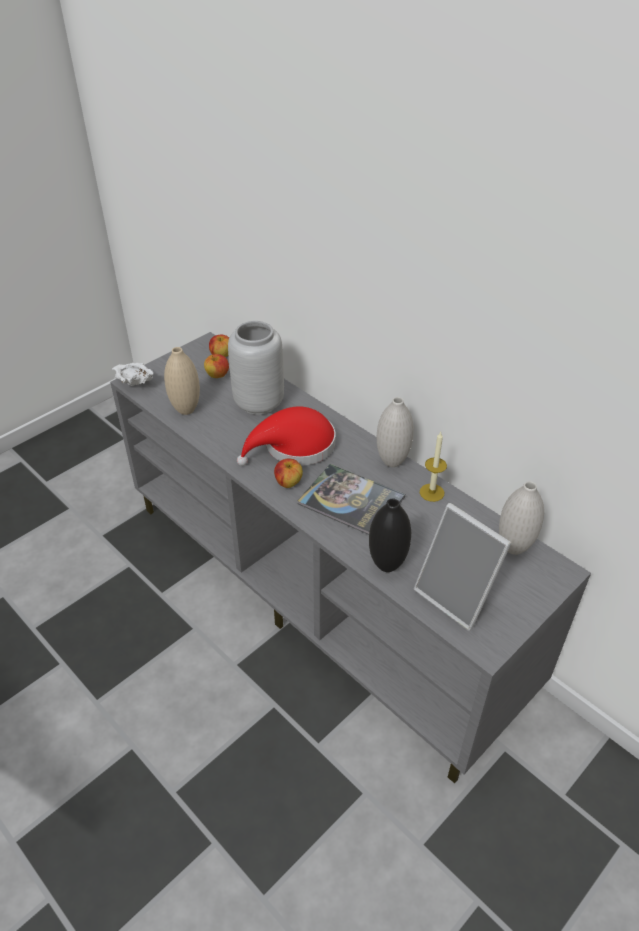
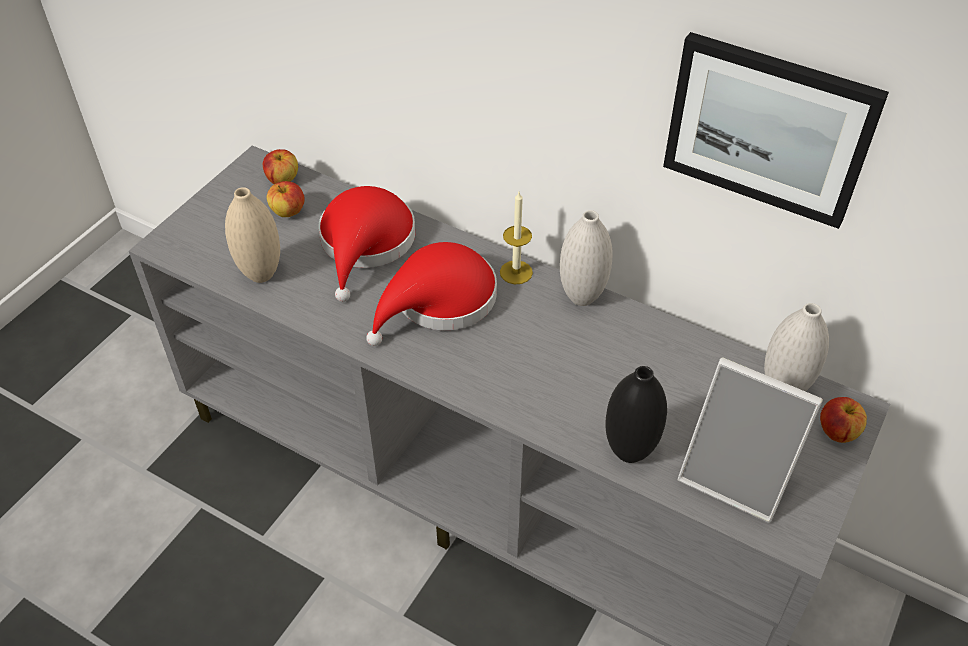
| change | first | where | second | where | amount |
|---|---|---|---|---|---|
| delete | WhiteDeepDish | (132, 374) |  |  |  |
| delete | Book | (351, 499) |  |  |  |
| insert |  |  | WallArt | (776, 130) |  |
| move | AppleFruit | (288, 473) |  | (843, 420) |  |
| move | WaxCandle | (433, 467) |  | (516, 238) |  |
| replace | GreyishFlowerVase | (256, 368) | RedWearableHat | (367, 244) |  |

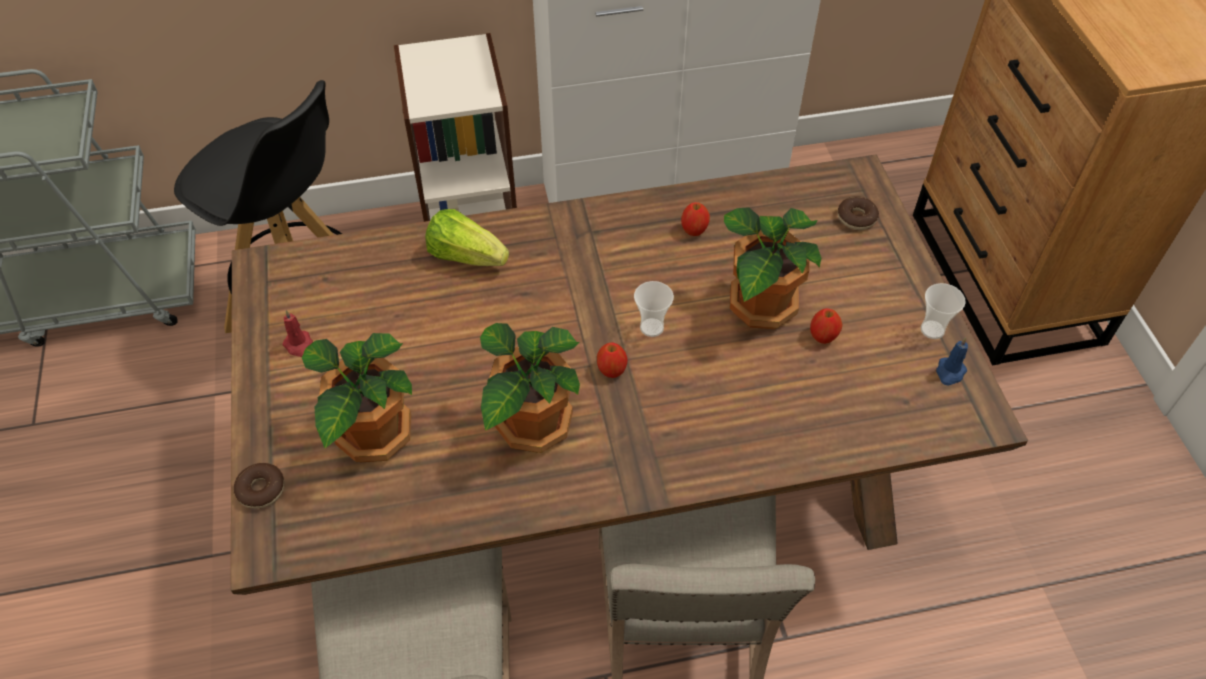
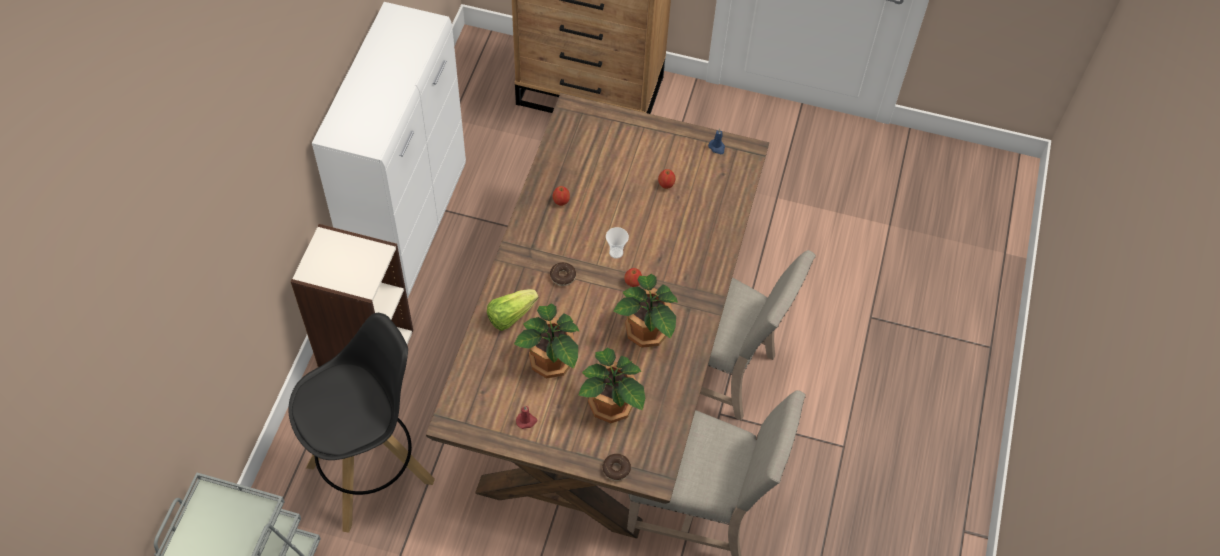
| change | first | where | second | where | amount |
|---|---|---|---|---|---|
| delete | SmallCup | (943, 311) |  |  |  |
| move | PottedPlant | (772, 268) |  | (547, 341) |  |
| move | Doughnut | (858, 213) |  | (563, 274) |  |

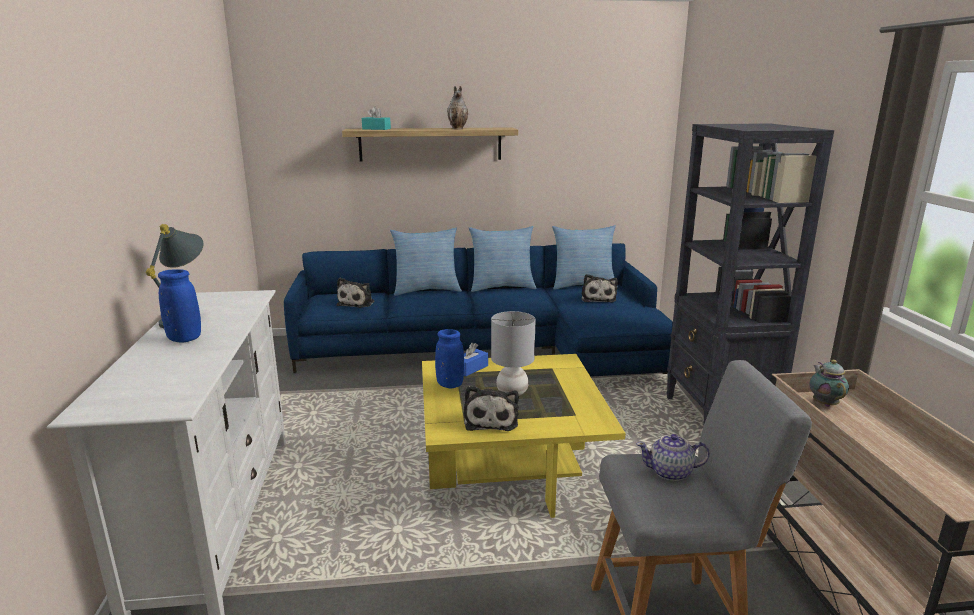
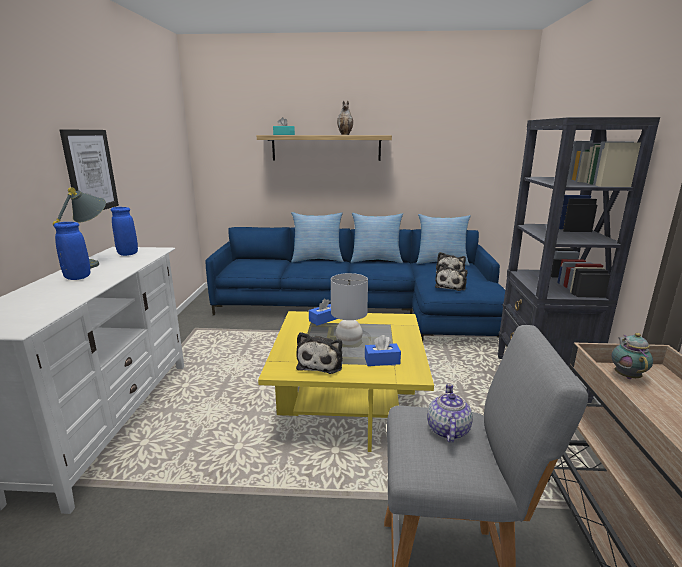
| change | first | where | second | where | amount |
|---|---|---|---|---|---|
| insert |  |  | WallArt | (89, 169) |  |
| insert |  |  | BluishBoxOfTissues | (383, 350) |  |
| move | PlushToy | (355, 292) |  | (451, 277) |  |
| move | BluishFlowerVase | (449, 358) |  | (124, 231) |  |
| rotate | Teapot | (673, 457) |  | (450, 413) | 90 degrees clockwise |

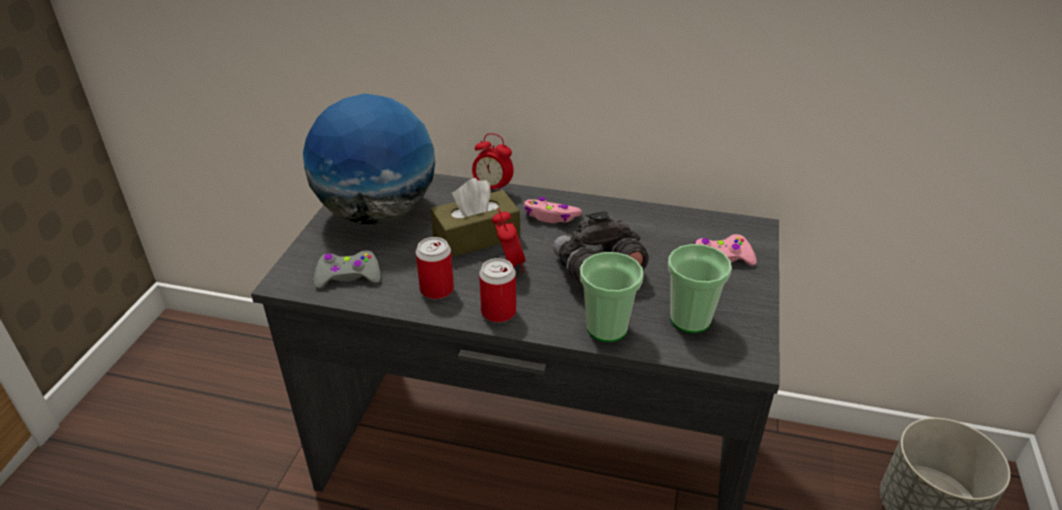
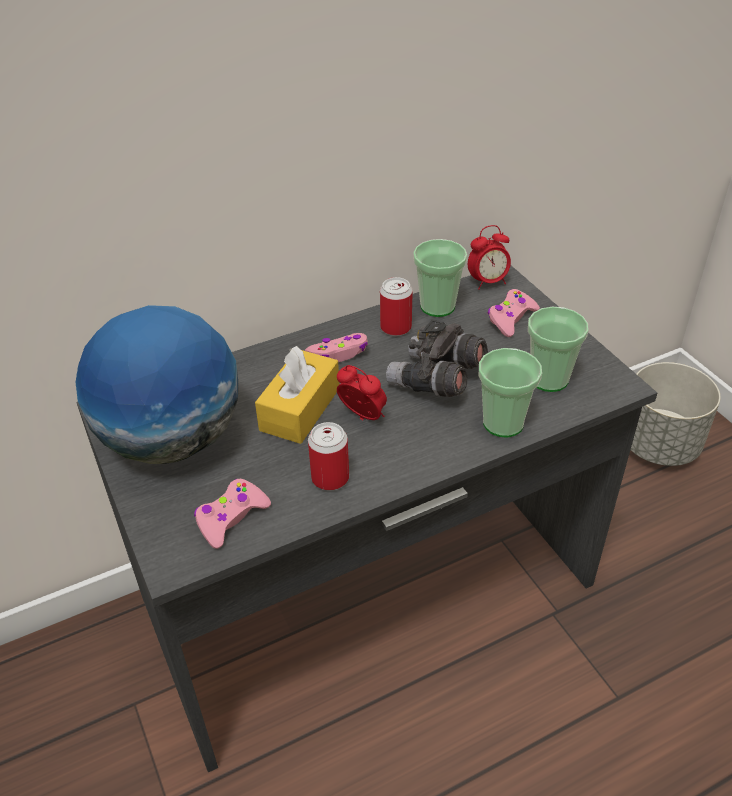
| change | first | where | second | where | amount |
|---|---|---|---|---|---|
| insert |  |  | SmallCup | (440, 278) |  |
| move | AlarmClock | (493, 162) |  | (489, 257) |  |
| move | MetalCan | (497, 290) |  | (396, 306) |  |
| recolor | GreyishGameController | (347, 270) | PinkGameController | (232, 514) |  |
| recolor | BrownColouredBoxOfTissues | (475, 217) | YellowishBoxOfTissues | (297, 395) |  |

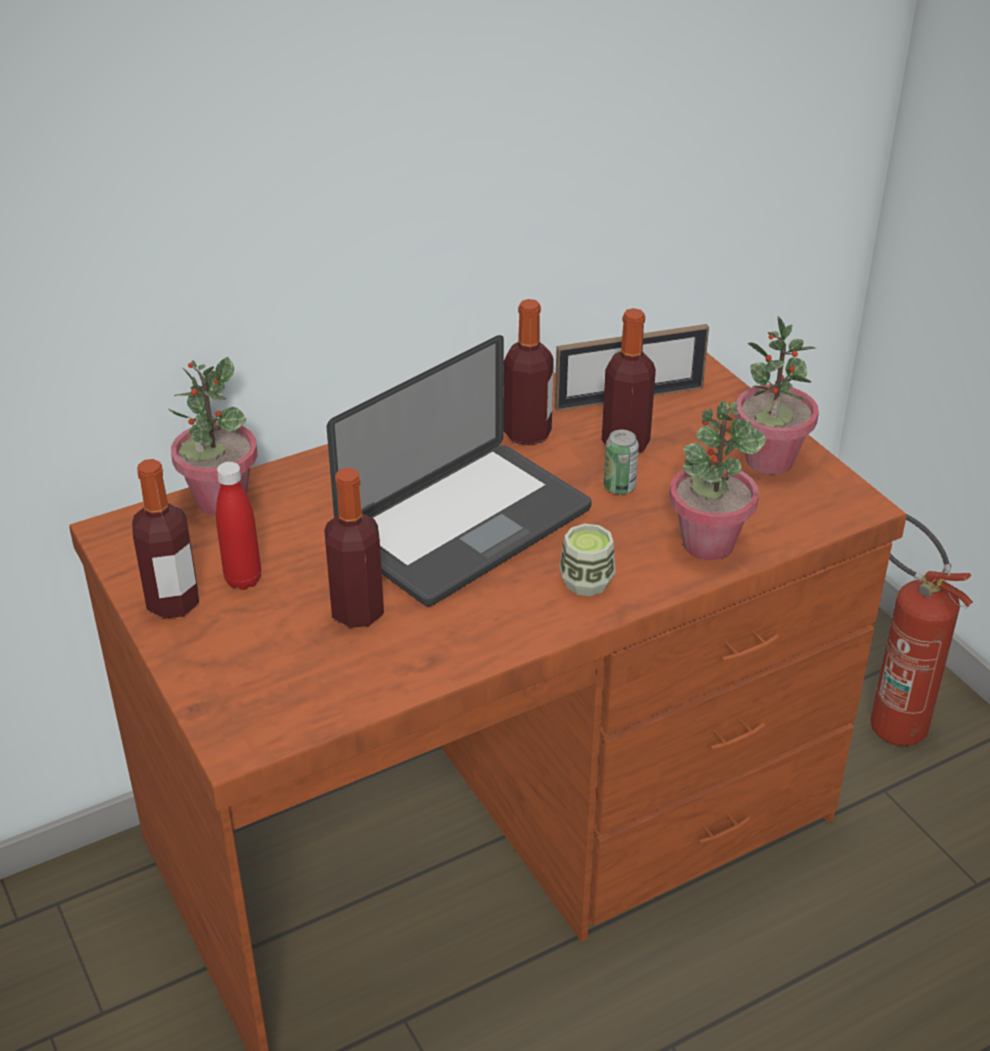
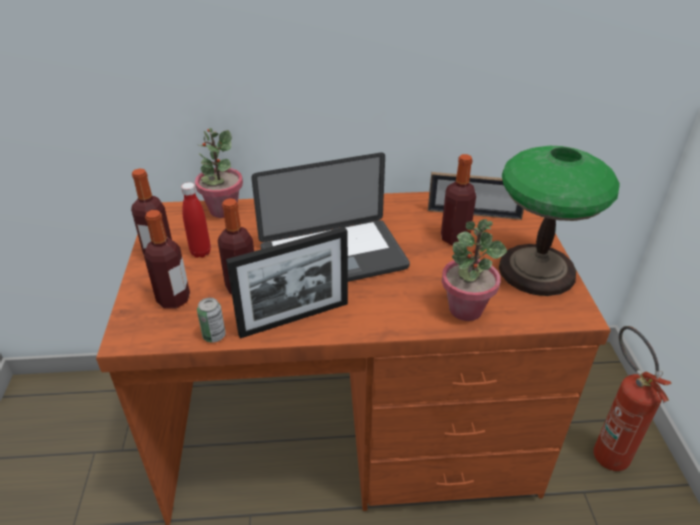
| change | first | where | second | where | amount |
|---|---|---|---|---|---|
| delete | SmallCup | (587, 559) |  |  |  |
| insert |  |  | StandingFrame | (287, 283) |  |
| move | BeverageBottle | (528, 372) |  | (167, 259) |  |
| move | MetalCan | (621, 462) |  | (211, 320) |  |
| replace | PottedPlant | (777, 395) | LampForATable | (559, 221) |  |

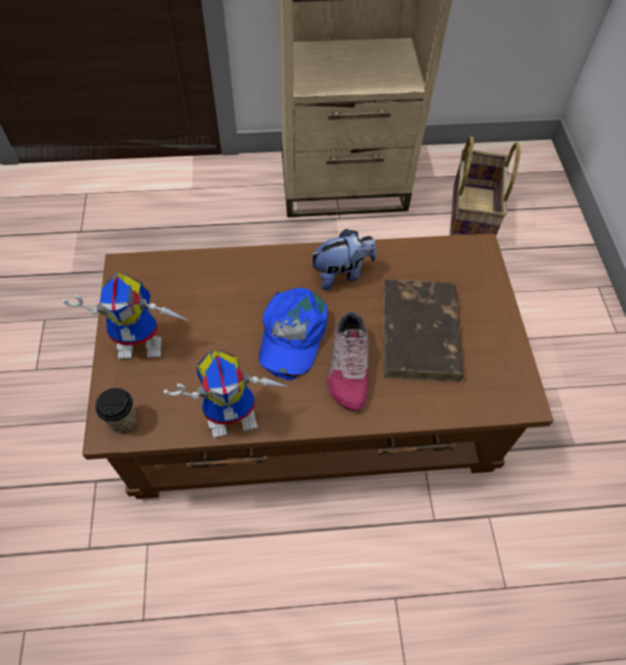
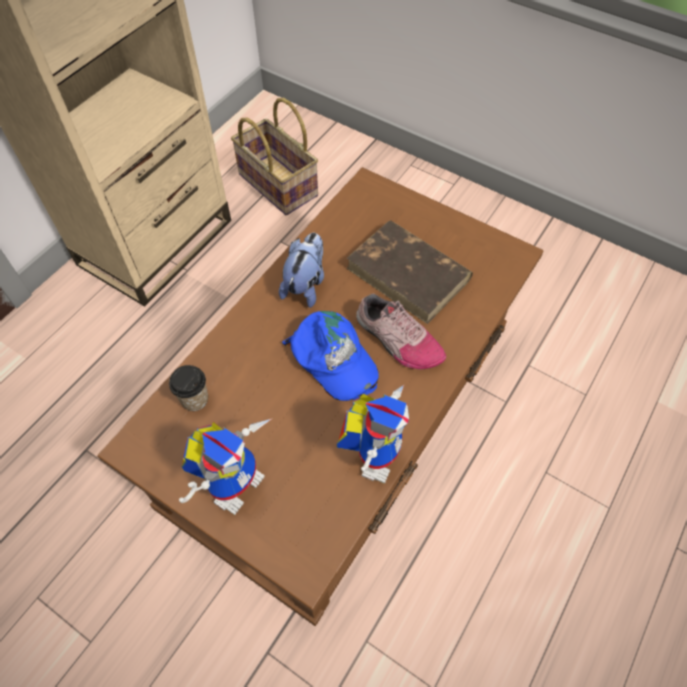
| change | first | where | second | where | amount |
|---|---|---|---|---|---|
| move | SmallCup | (116, 410) |  | (188, 388) |  |

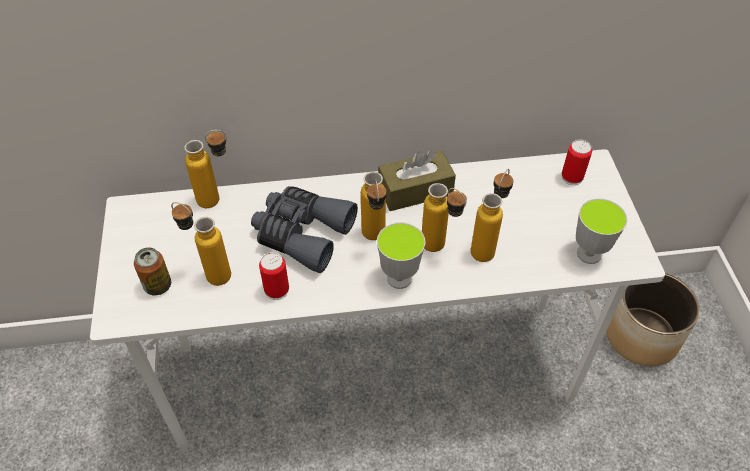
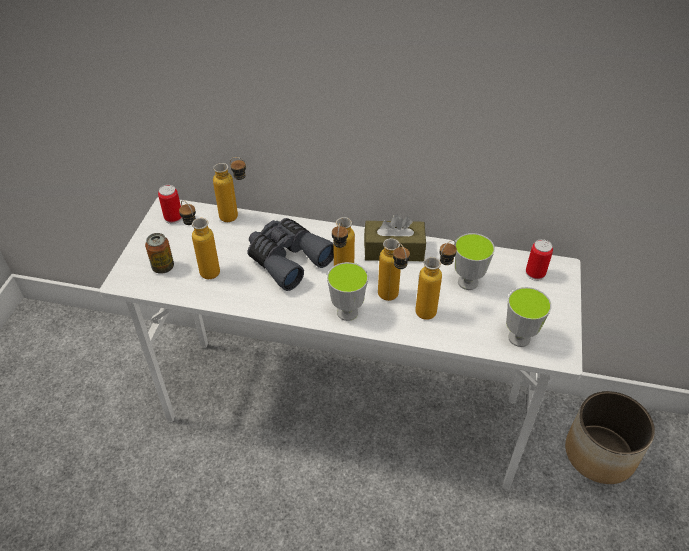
| change | first | where | second | where | amount |
|---|---|---|---|---|---|
| insert |  |  | SmallCup | (475, 261) |  |
| move | MetalCan | (274, 276) |  | (170, 204) |  |

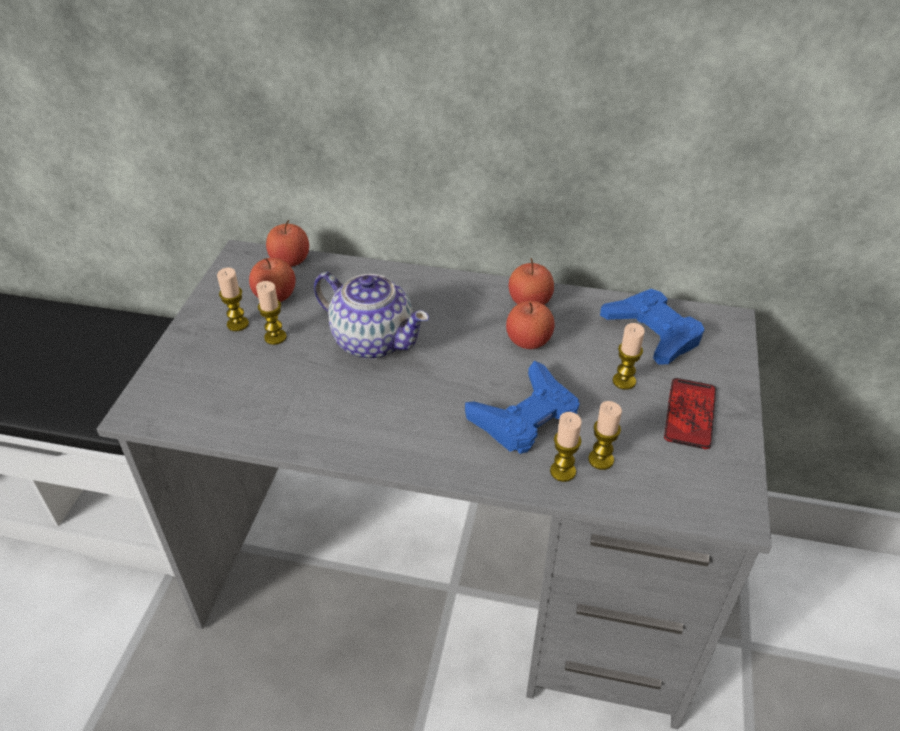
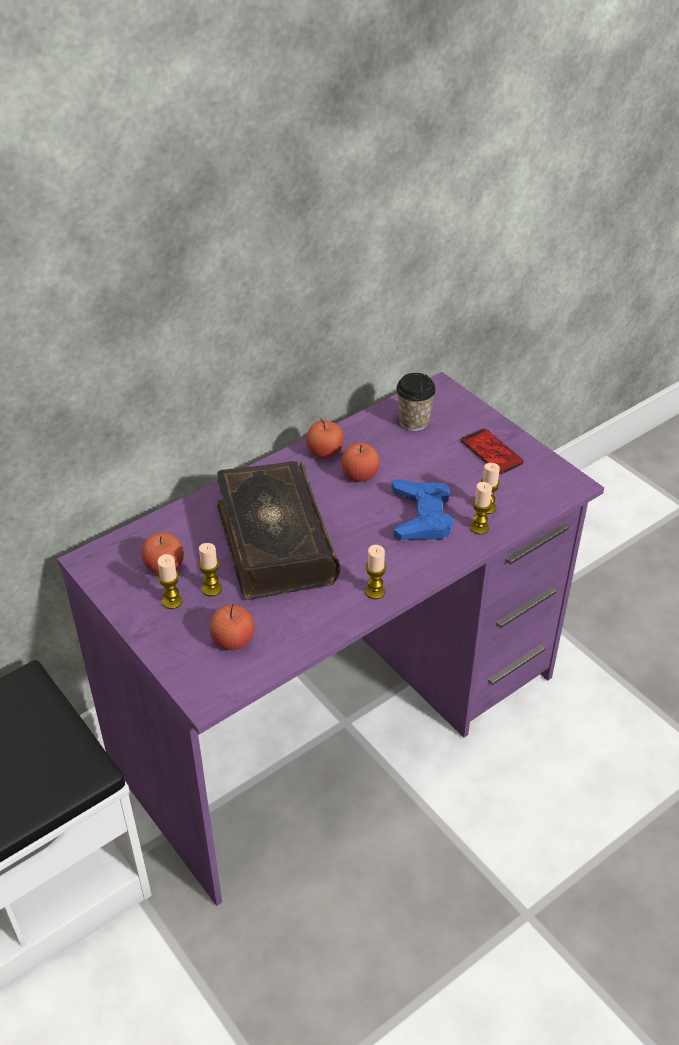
| change | first | where | second | where | amount |
|---|---|---|---|---|---|
| move | AppleFruit | (287, 243) |  | (232, 627) |  |
| move | WaxCandle | (629, 356) |  | (375, 572) |  |
| replace | Teapot | (371, 315) | Book | (279, 530) |  |
| replace | BluishGameController | (652, 326) | SmallCup | (416, 402) |  |
| recolor | GreyishDeskTable | (433, 484) | PurpleColouredDeskTable | (330, 639) |  |

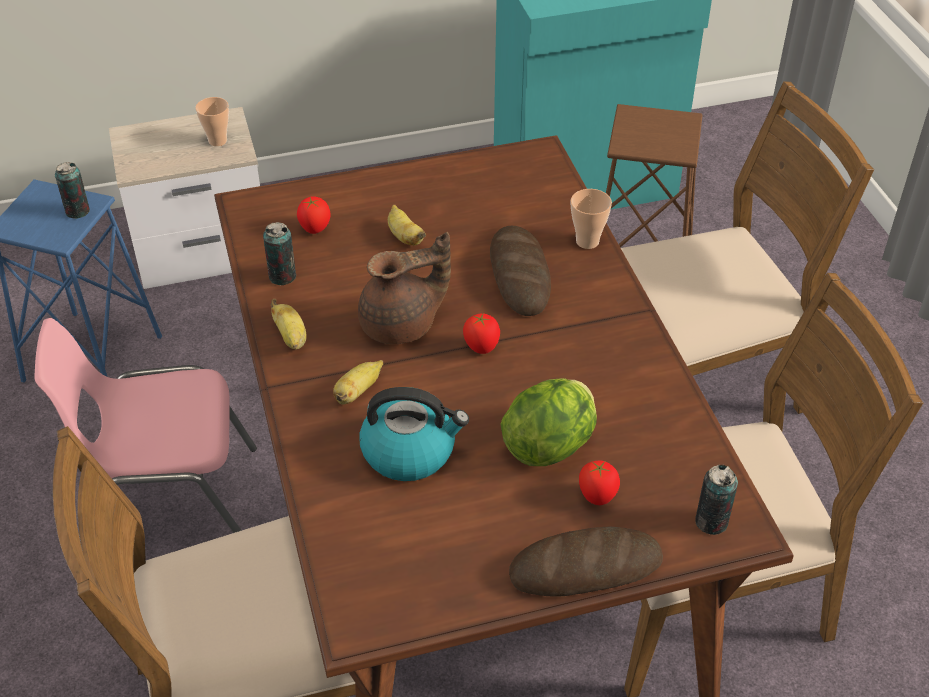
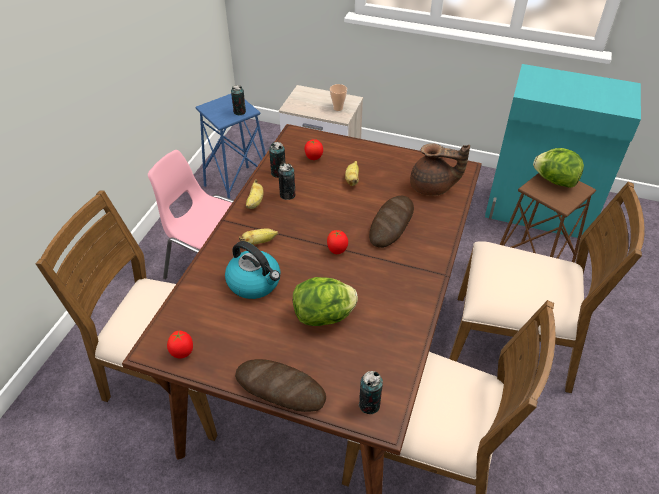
| change | first | where | second | where | amount |
|---|---|---|---|---|---|
| delete | SmallCup | (591, 219) |  |  |  |
| insert |  |  | MetalCan | (287, 181) |  |
| insert |  |  | Lettuce | (558, 168) |  |
| move | BrownColouredTeapot | (404, 288) |  | (440, 169) |  |
| move | WholeTomato | (599, 483) |  | (180, 345) |  |

